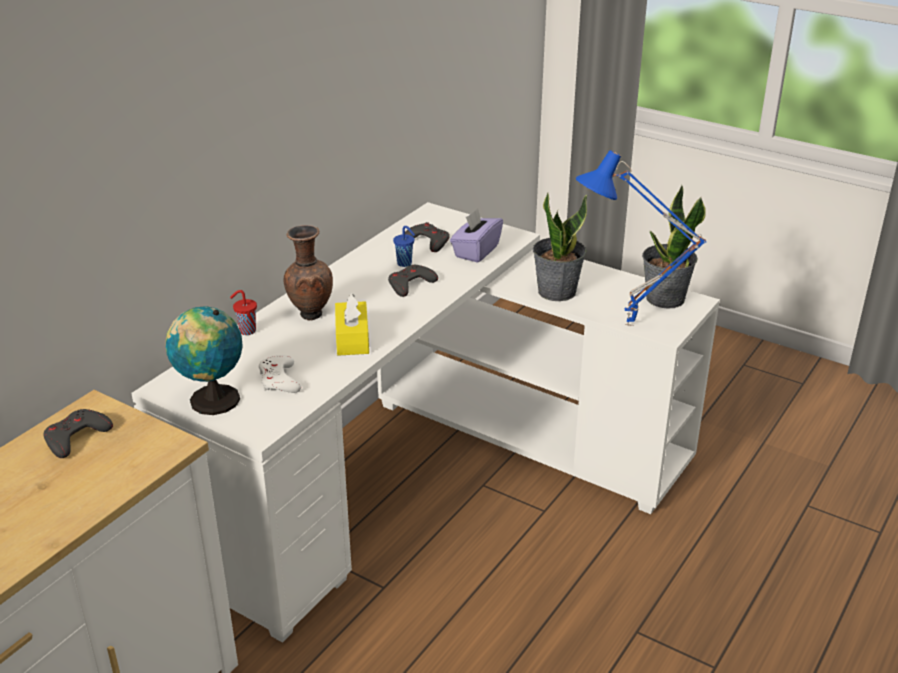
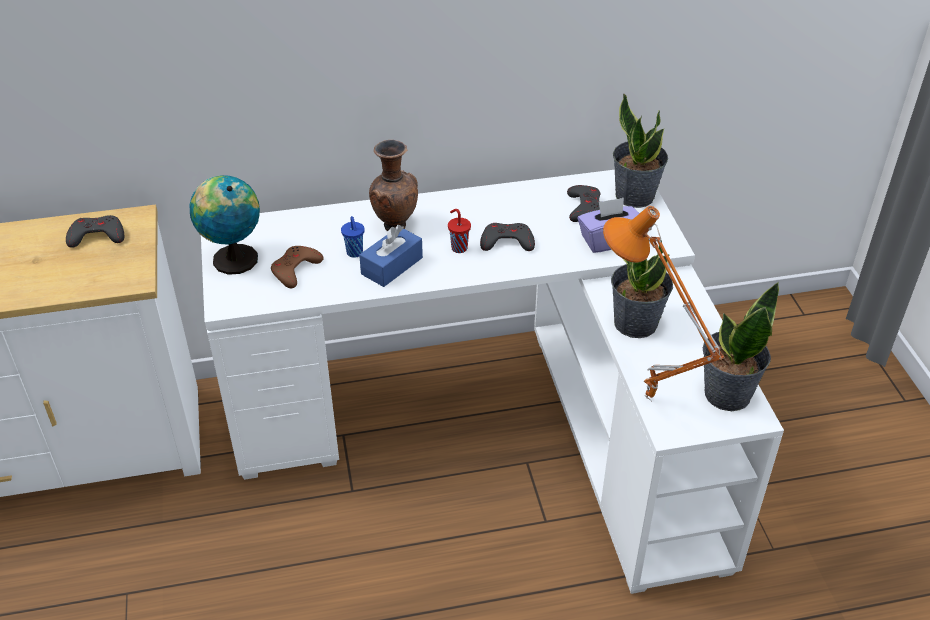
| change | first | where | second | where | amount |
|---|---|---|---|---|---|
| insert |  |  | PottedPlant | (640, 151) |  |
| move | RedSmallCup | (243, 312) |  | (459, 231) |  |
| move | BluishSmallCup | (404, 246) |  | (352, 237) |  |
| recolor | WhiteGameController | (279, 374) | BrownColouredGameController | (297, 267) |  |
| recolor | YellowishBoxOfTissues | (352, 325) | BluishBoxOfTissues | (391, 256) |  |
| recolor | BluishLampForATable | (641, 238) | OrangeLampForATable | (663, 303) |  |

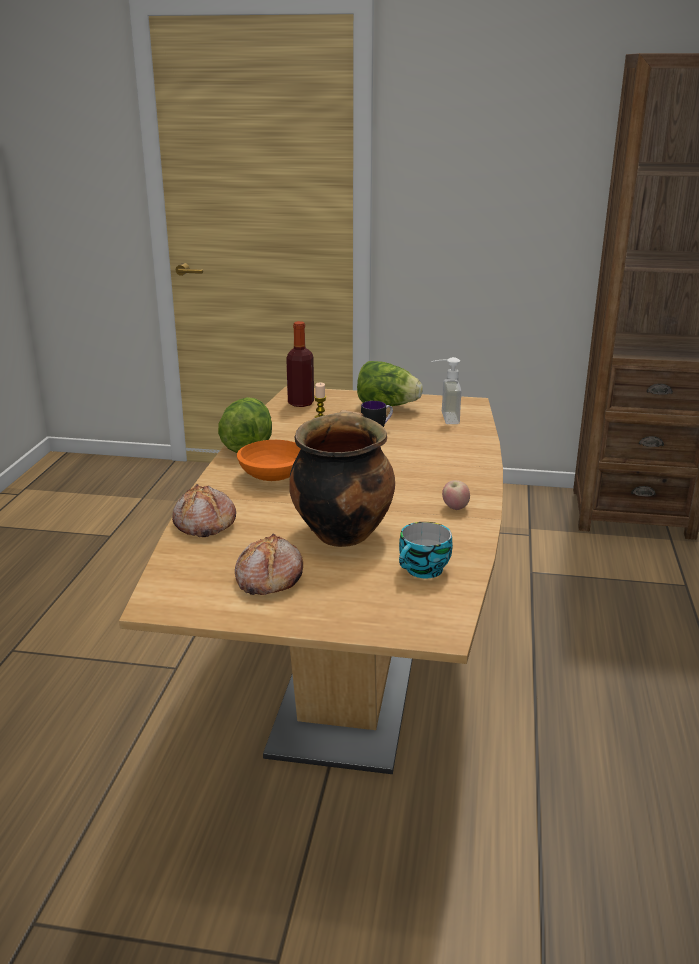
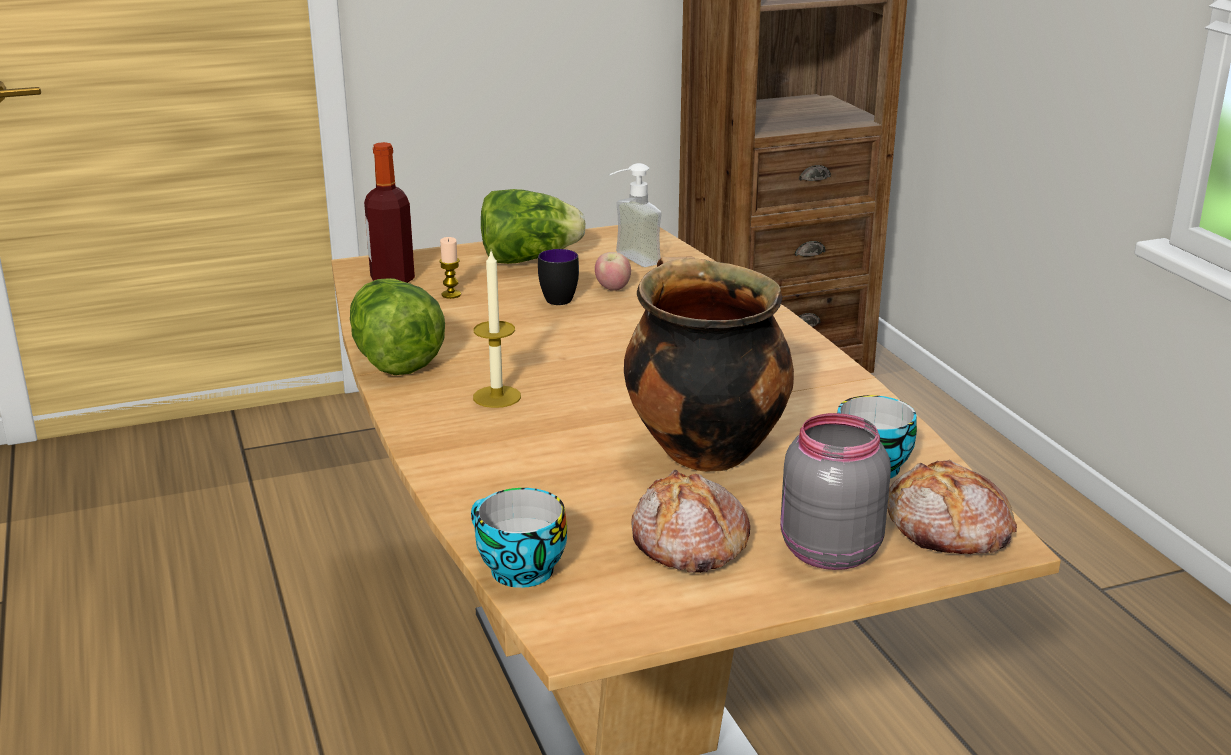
| change | first | where | second | where | amount |
|---|---|---|---|---|---|
| insert |  |  | SmallCup | (519, 538) |  |
| insert |  |  | GreyishJar | (835, 491) |  |
| move | BakedBread | (204, 510) |  | (952, 507) |  |
| move | AppleFruit | (456, 495) |  | (613, 271) |  |
| replace | OrangeDeepDish | (269, 460) | WaxCandle | (497, 329) |  |

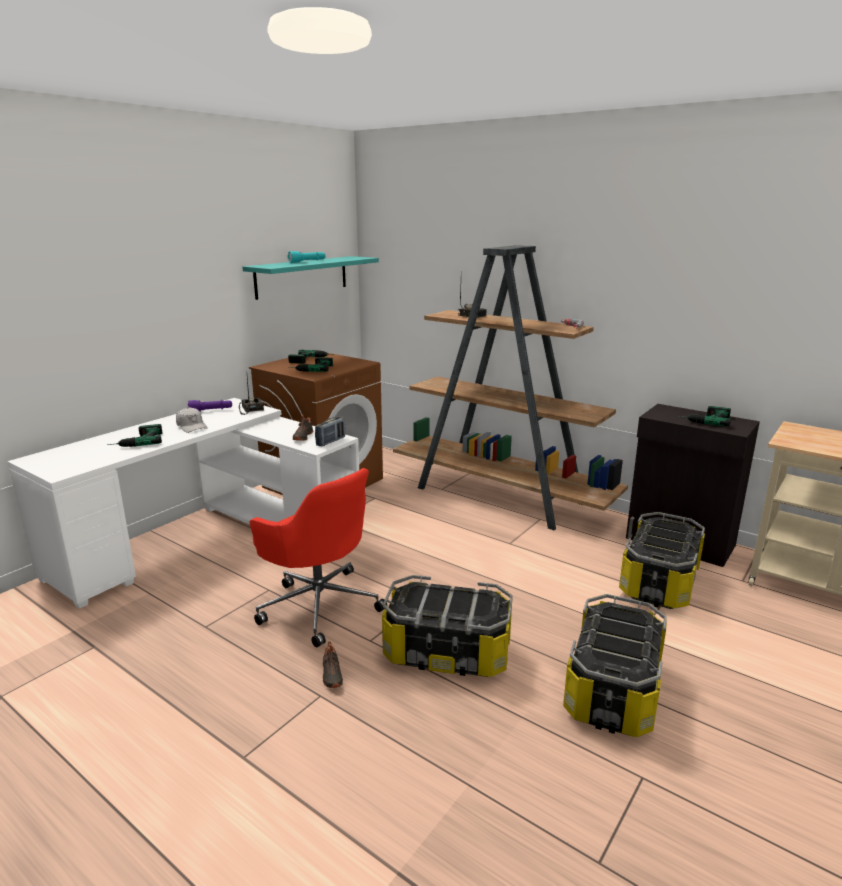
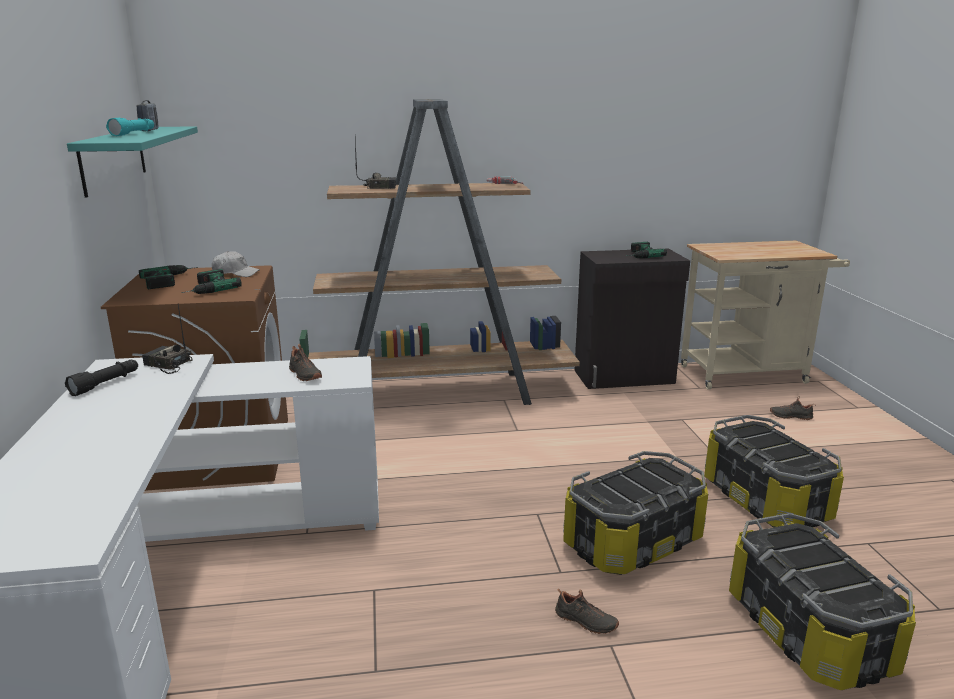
| change | first | where | second | where | amount |
|---|---|---|---|---|---|
| delete | PowerDrill | (135, 435) |  |  |  |
| delete | RedDeskChair | (318, 558) |  |  |  |
| insert |  |  | BlackishItemOfFootwear | (791, 408) |  |
| move | WhiteCap | (192, 420) |  | (235, 264) |  |
| move | Radio | (330, 431) |  | (147, 115) |  |
| move | StorageBox | (662, 560) |  | (822, 601) |  |
| recolor | PurpleColouredHandTorch | (210, 406) | BlackishHandTorch | (101, 378) |  |

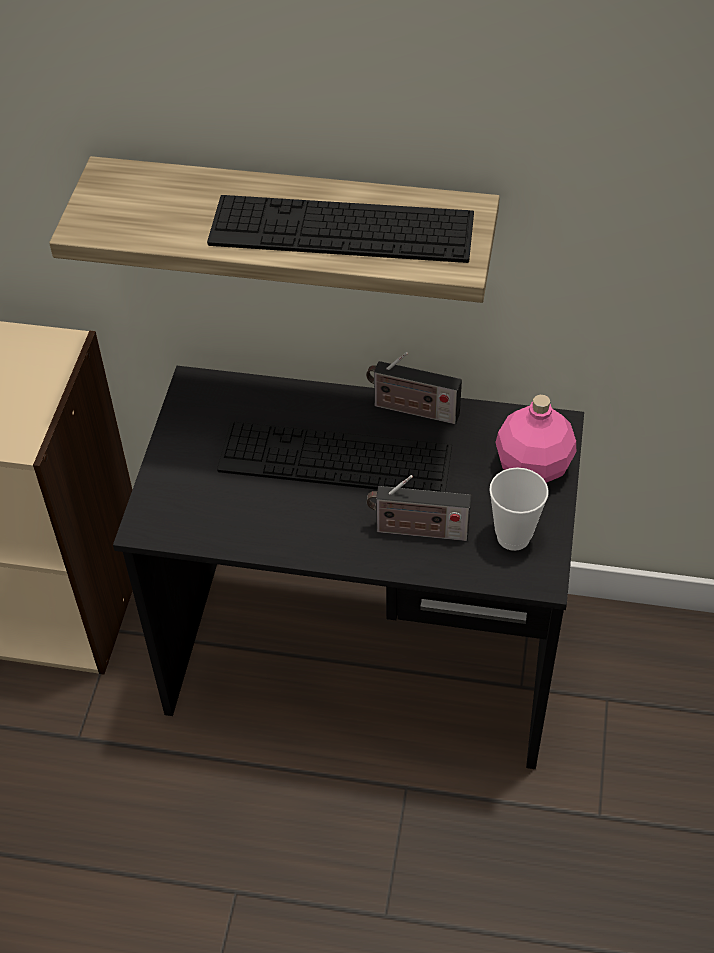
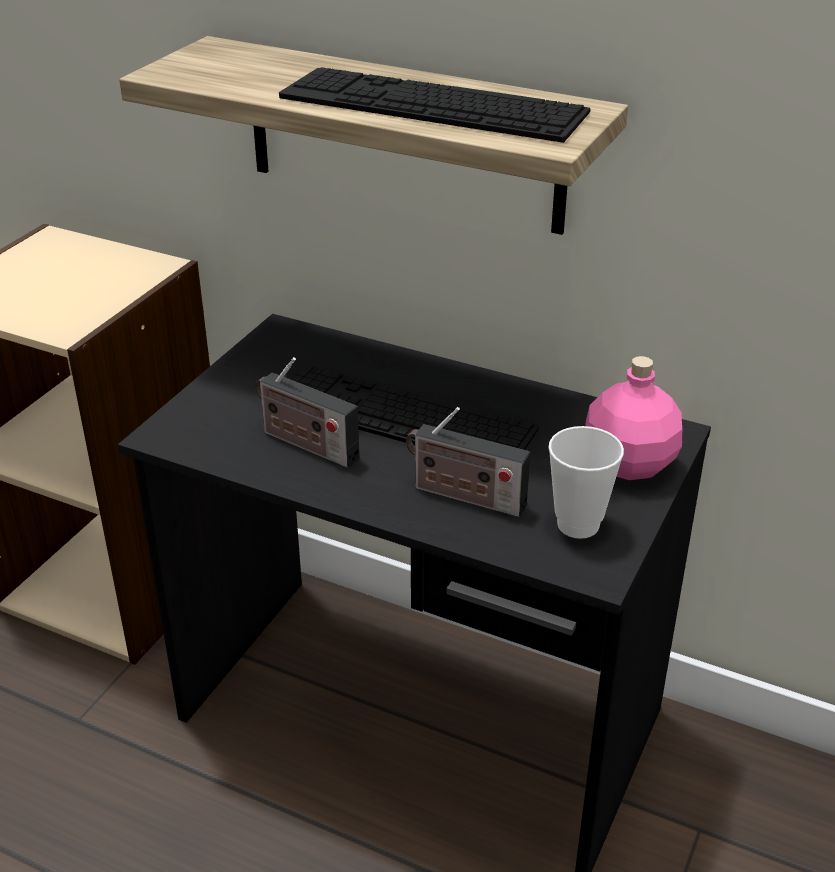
| change | first | where | second | where | amount |
|---|---|---|---|---|---|
| move | Radio | (414, 388) |  | (307, 412) |  |

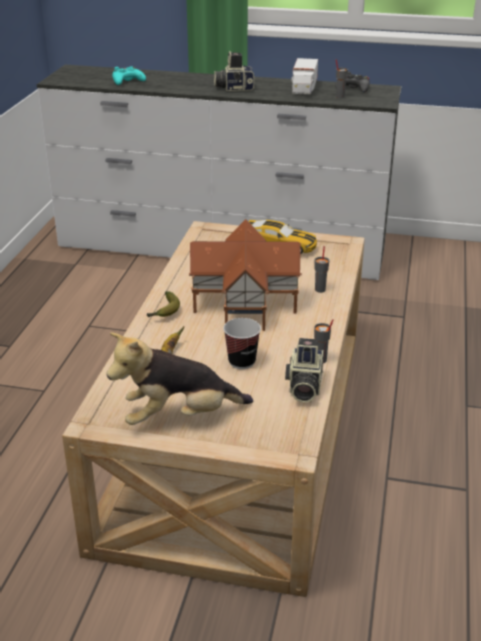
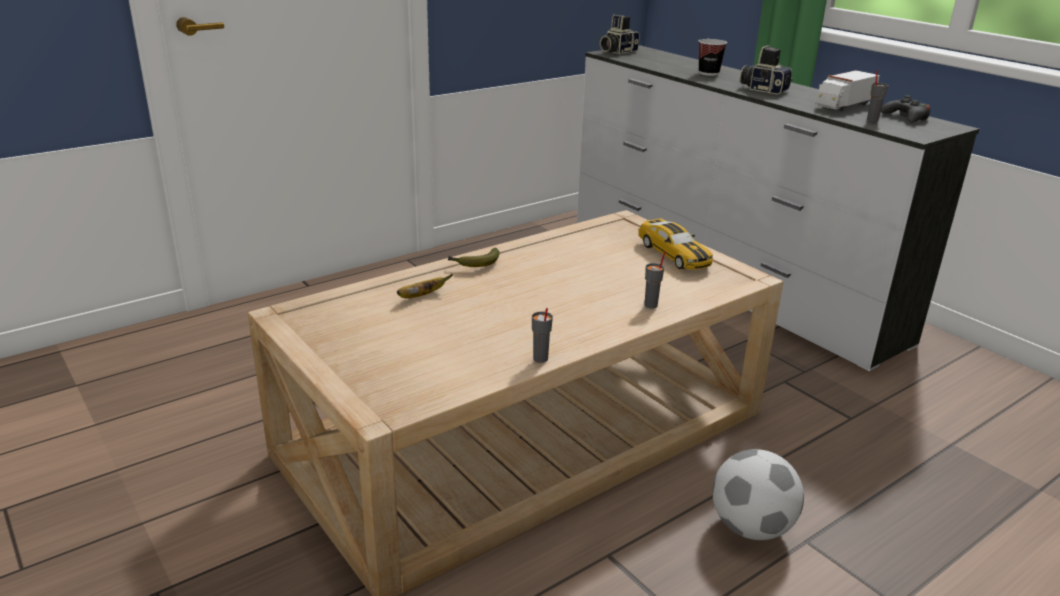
| change | first | where | second | where | amount |
|---|---|---|---|---|---|
| delete | PlushToy | (180, 378) |  |  |  |
| delete | TurquoiseGameController | (129, 75) |  |  |  |
| delete | ToyHouse | (245, 275) |  |  |  |
| insert |  |  | BallForFootball | (758, 494) |  |
| move | SmallCup | (242, 343) |  | (713, 57) |  |
| move | StillCamera | (304, 370) |  | (620, 34) |  |

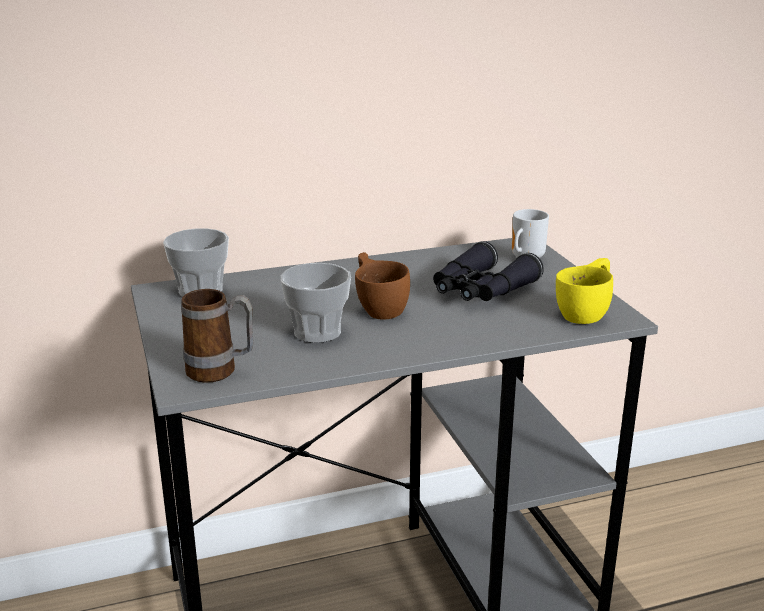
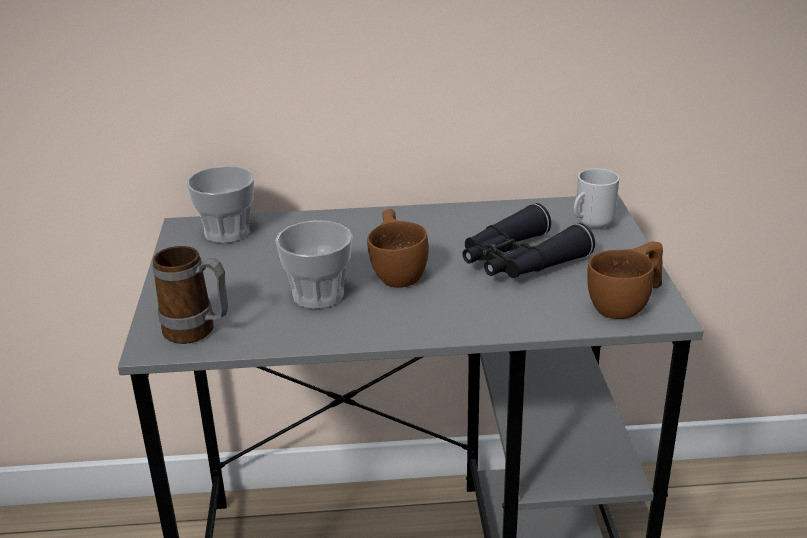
| change | first | where | second | where | amount |
|---|---|---|---|---|---|
| recolor | YellowishSmallCup | (584, 291) | BrownColouredSmallCup | (625, 280) |  |

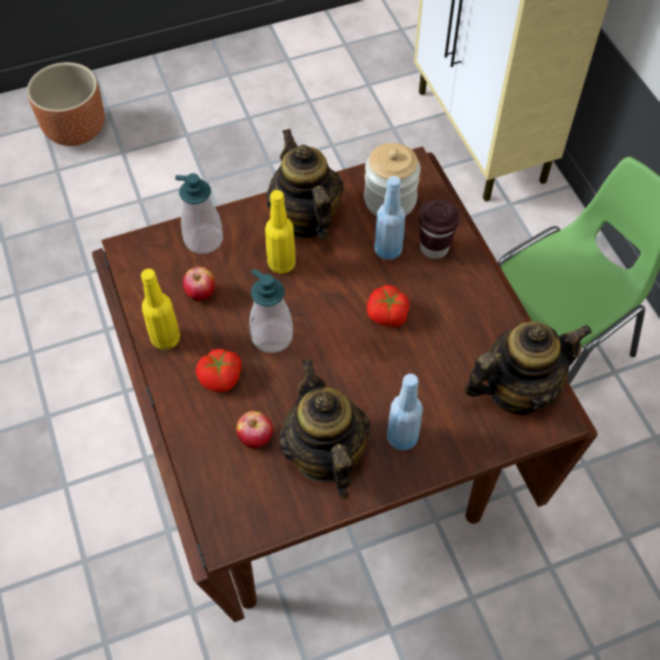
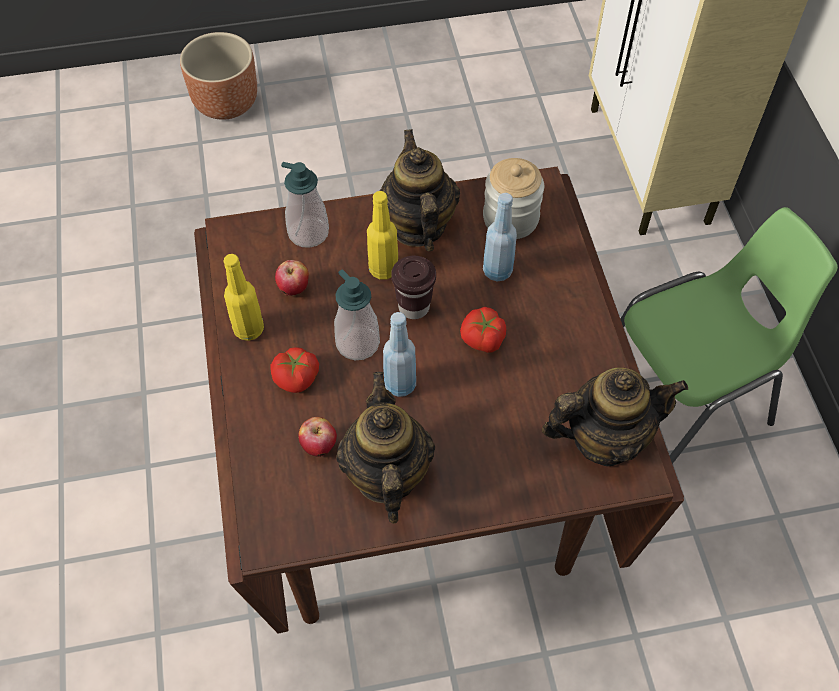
| change | first | where | second | where | amount |
|---|---|---|---|---|---|
| move | BluishBeverageBottle | (405, 412) |  | (399, 354) |  |
| move | BrownColouredSmallCup | (439, 229) |  | (413, 287) |  |

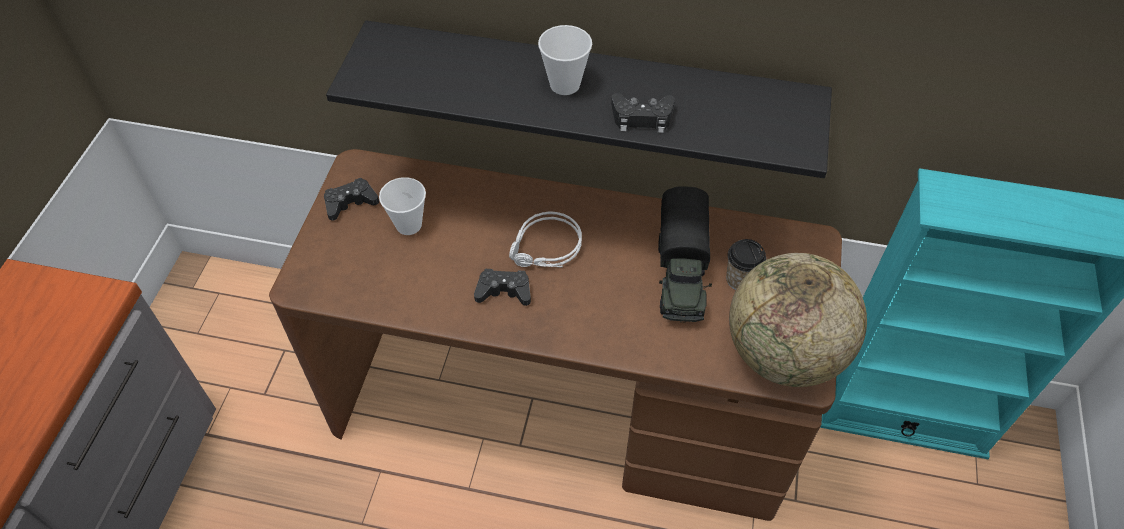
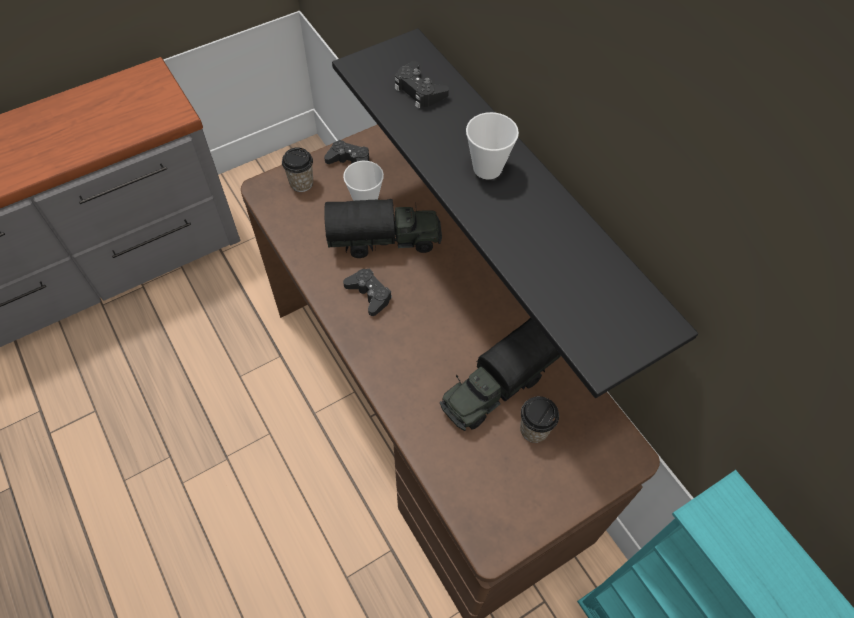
| change | first | where | second | where | amount |
|---|---|---|---|---|---|
| delete | GreyishHeadphones | (545, 239) |  |  |  |
| delete | WorldGlobe | (798, 320) |  |  |  |
| insert |  |  | SmallCup | (297, 169) |  |
| insert |  |  | ModelTruck | (383, 228) |  |
| move | BlackishGameController | (643, 113) |  | (422, 85) |  |

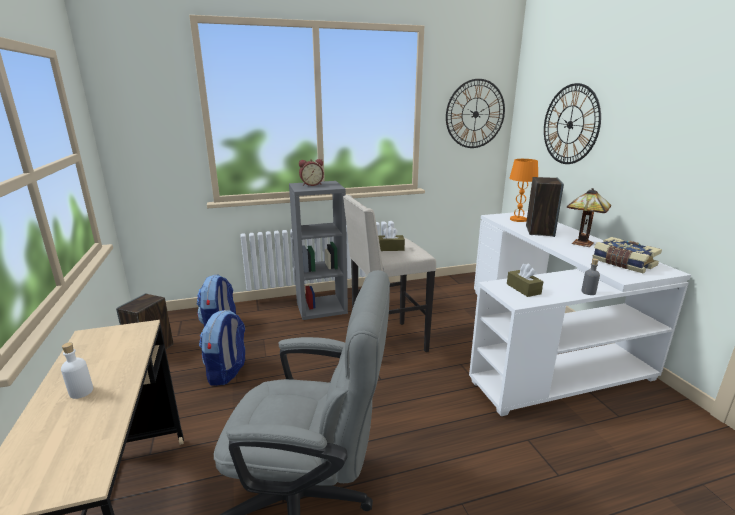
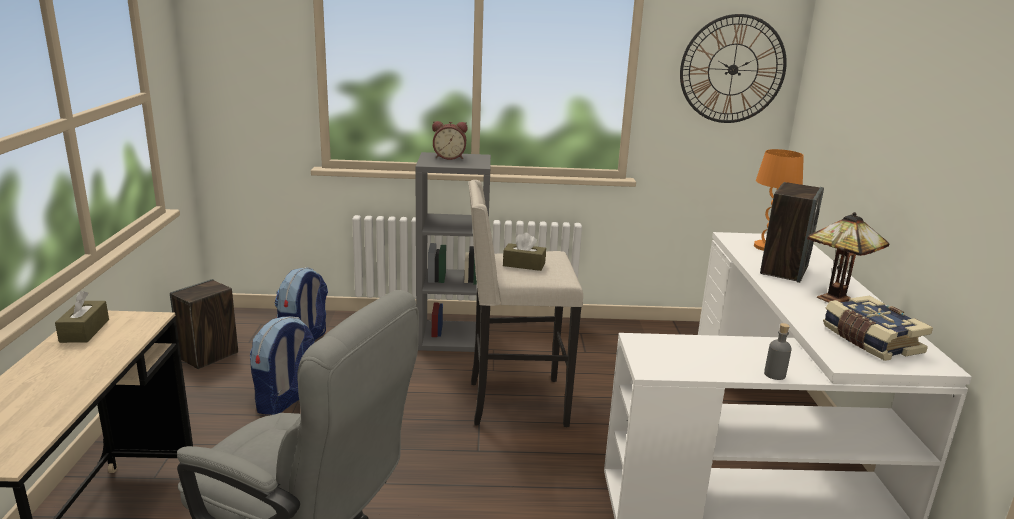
| change | first | where | second | where | amount |
|---|---|---|---|---|---|
| delete | WhiteBeverageBottle | (77, 370) |  |  |  |
| delete | WallClock | (572, 123) |  |  |  |
| move | BrownColouredBoxOfTissues | (525, 280) |  | (82, 317) |  |

